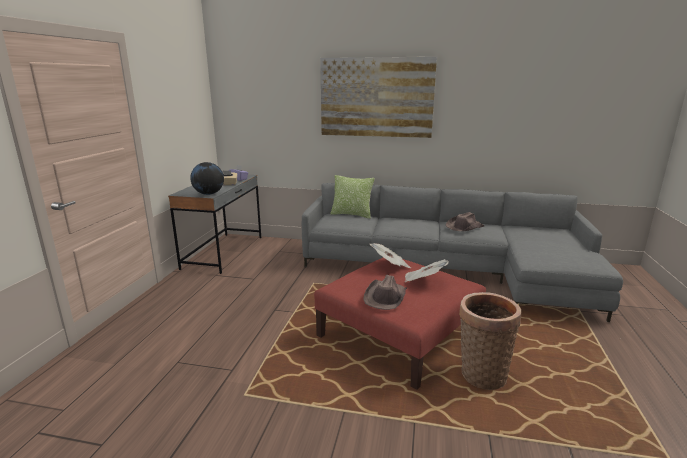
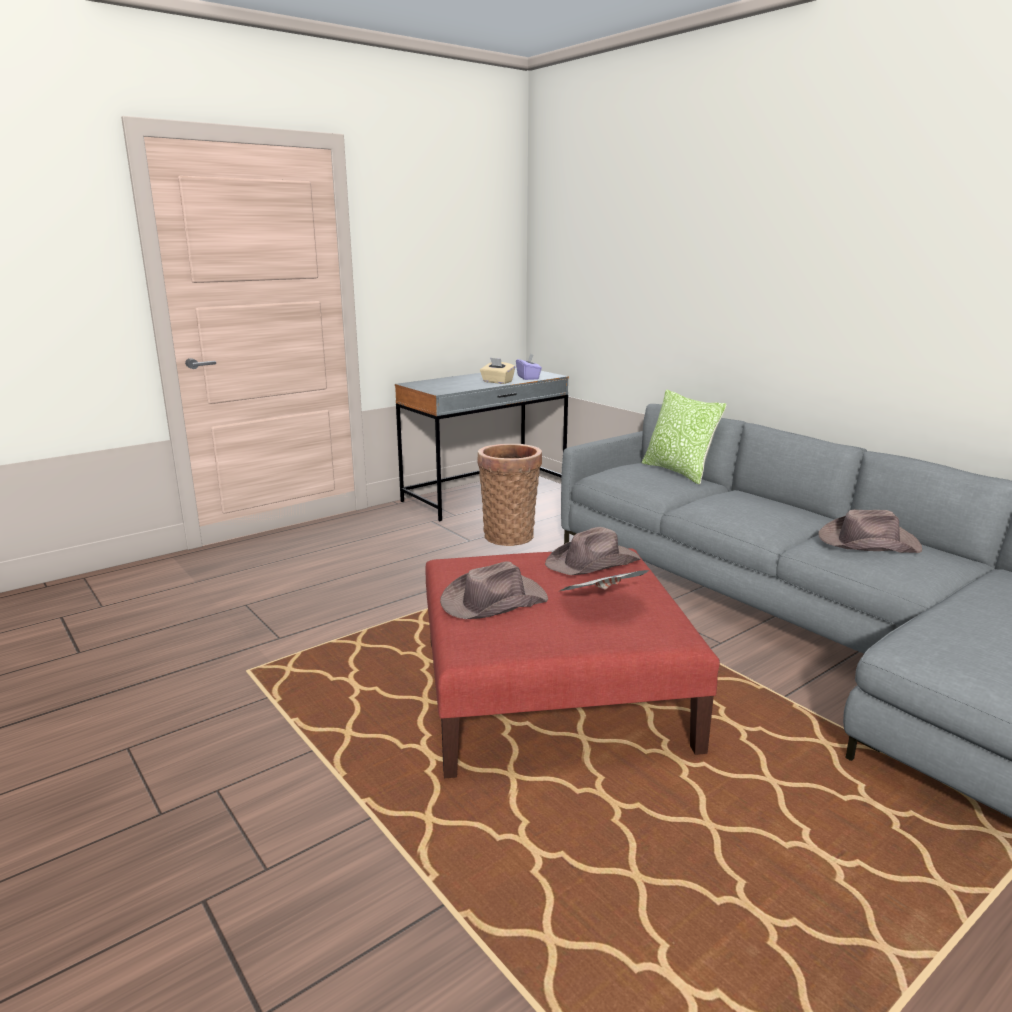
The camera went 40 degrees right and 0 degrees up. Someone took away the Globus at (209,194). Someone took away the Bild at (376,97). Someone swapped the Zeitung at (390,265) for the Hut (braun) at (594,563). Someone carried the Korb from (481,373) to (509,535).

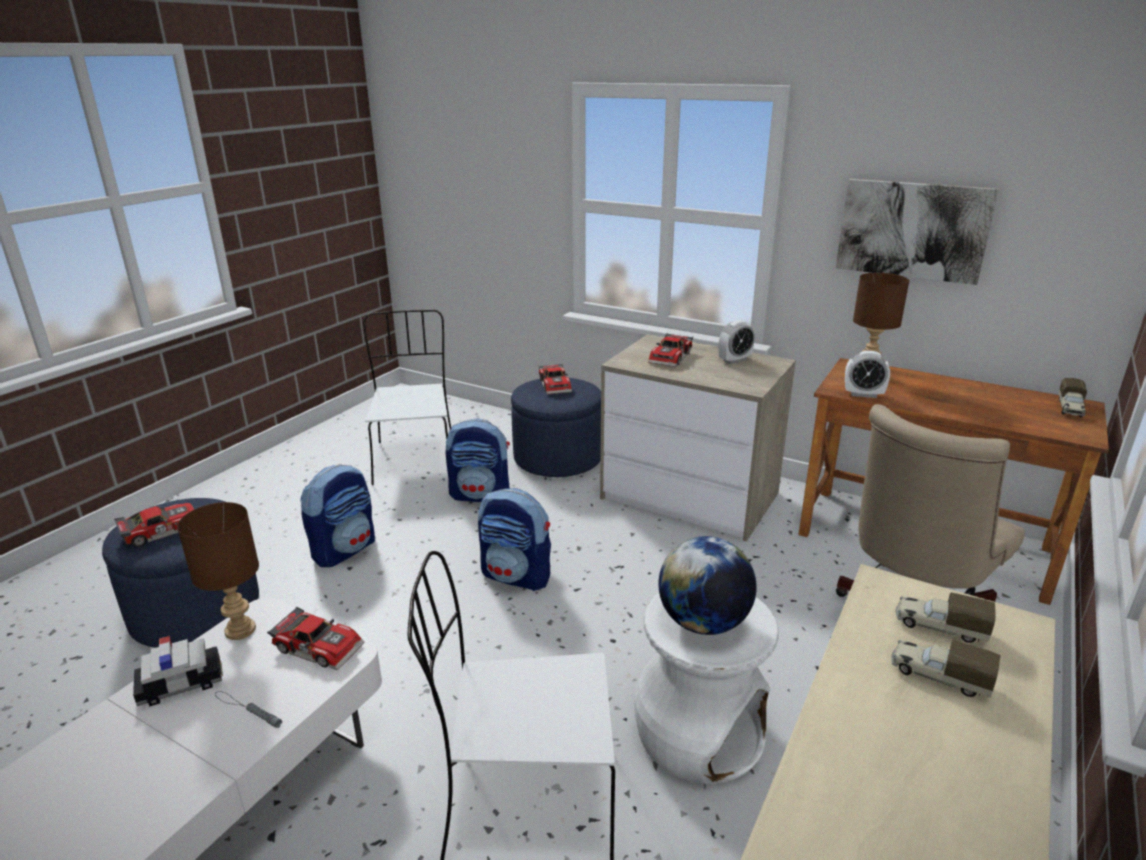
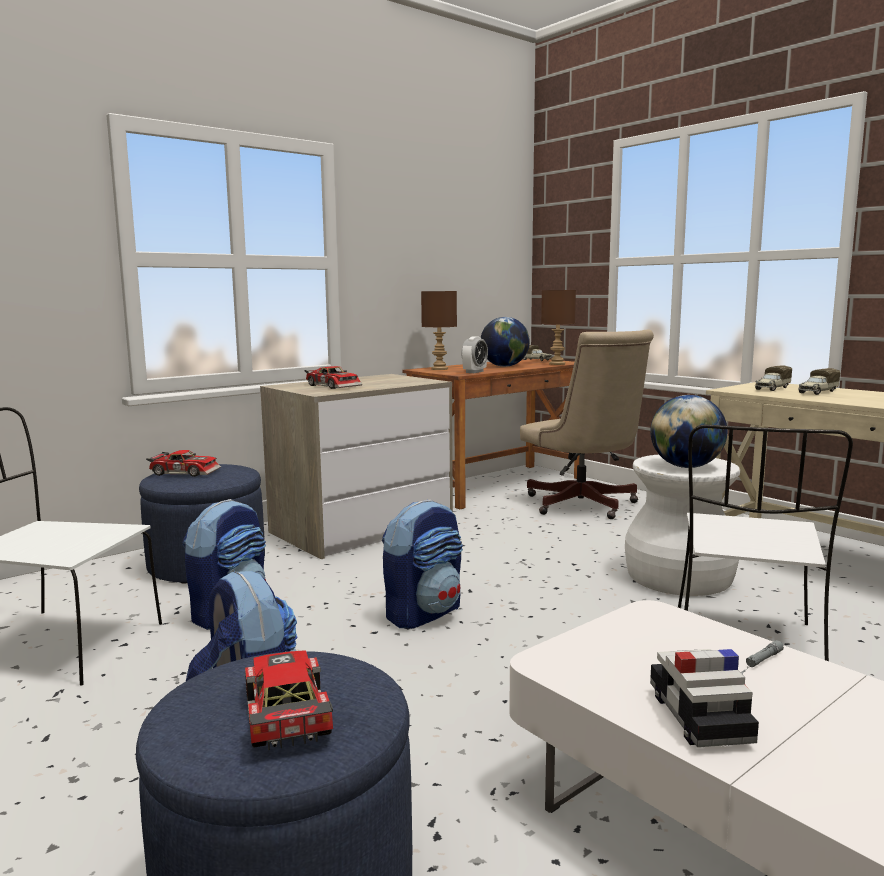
The camera went 70 degrees left and 15 degrees down. Someone carried the Tischlampe (braun) from (239,631) to (557,364). Someone took away the Spielzeugauto at (320,645). Someone took away the Wecker at (734,360). Someone took away the Bild at (912,230). Someone put down the Globus at (504,366).

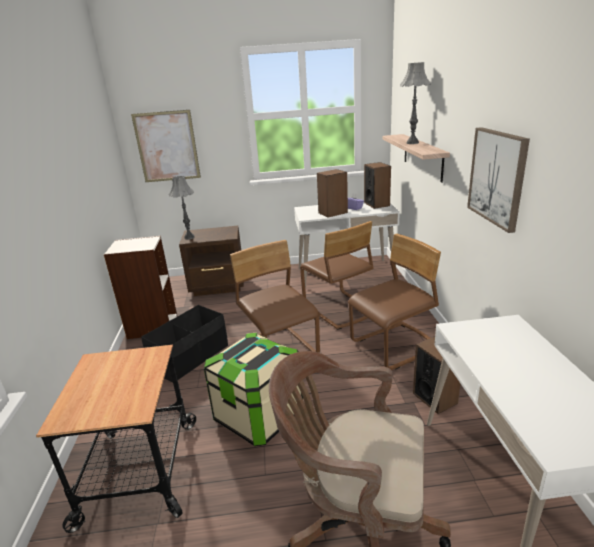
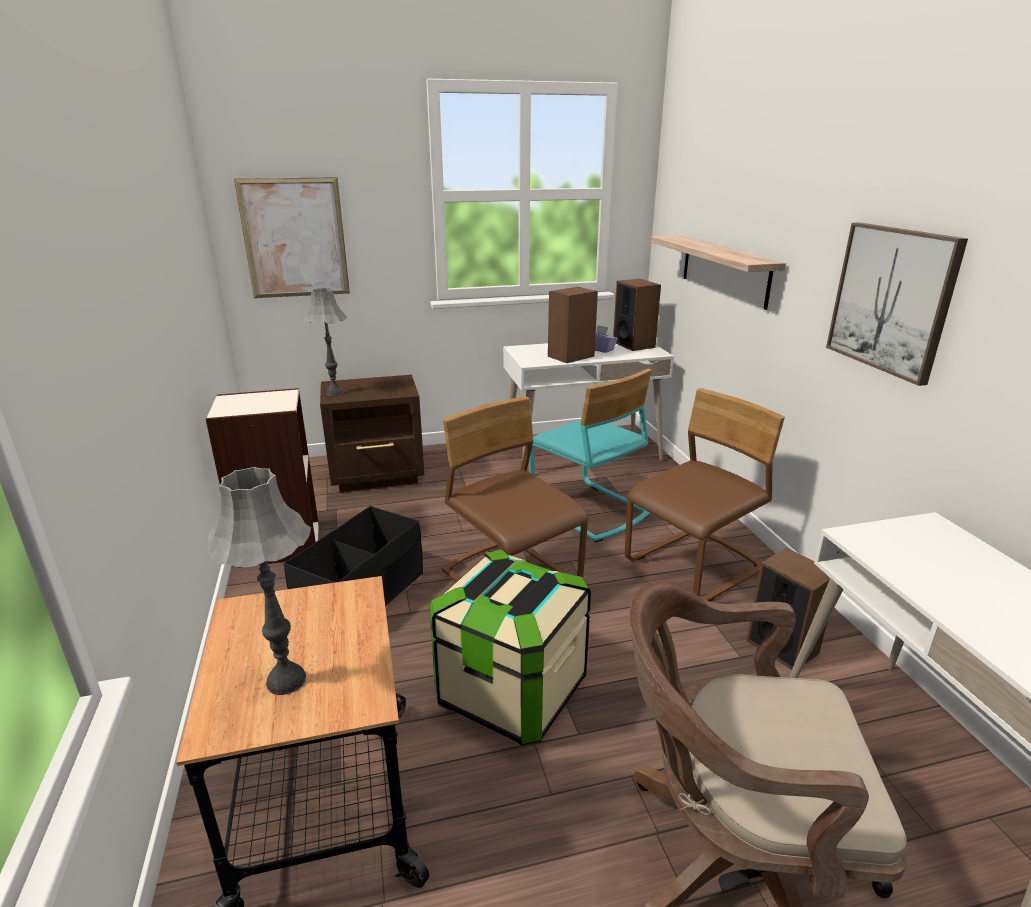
The camera went 10 degrees left and 0 degrees up. Someone repainted the Stuhl (braun) at (339,309), which became the Stuhl (türkis) at (588,510). Someone carried the Tischlampe (grau) from (412,143) to (286,681).

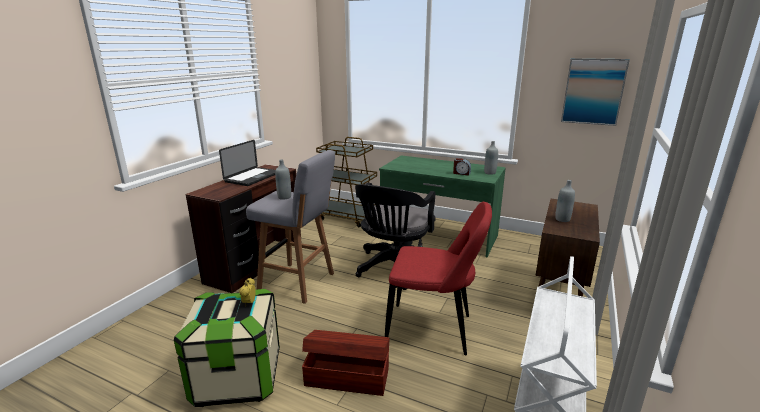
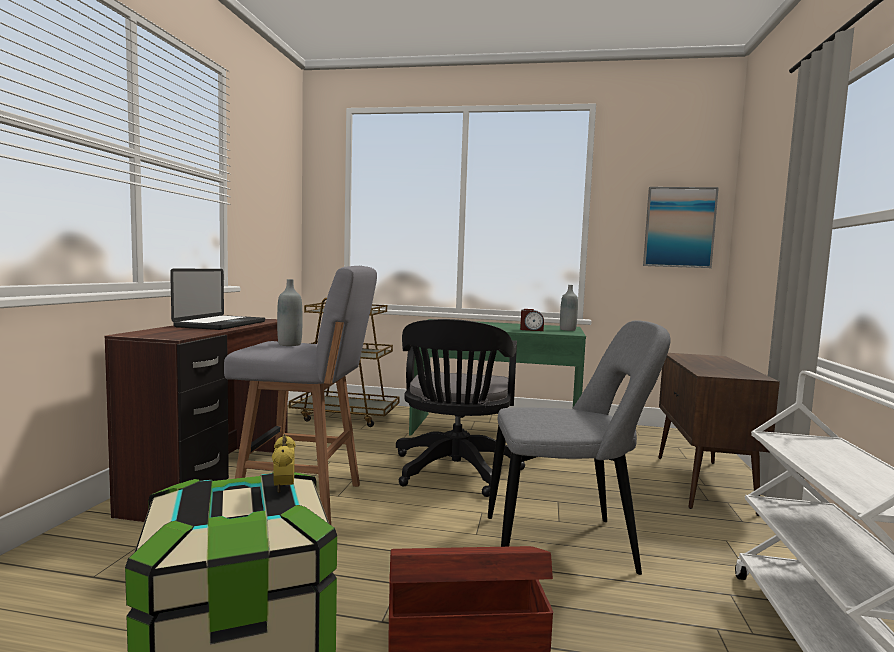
The camera went 15 degrees left and 15 degrees down. Someone repainted the Stuhl (rot) at (433,329), which became the Stuhl (grau) at (566,545). Someone took away the Flasche (grau) at (562,219).

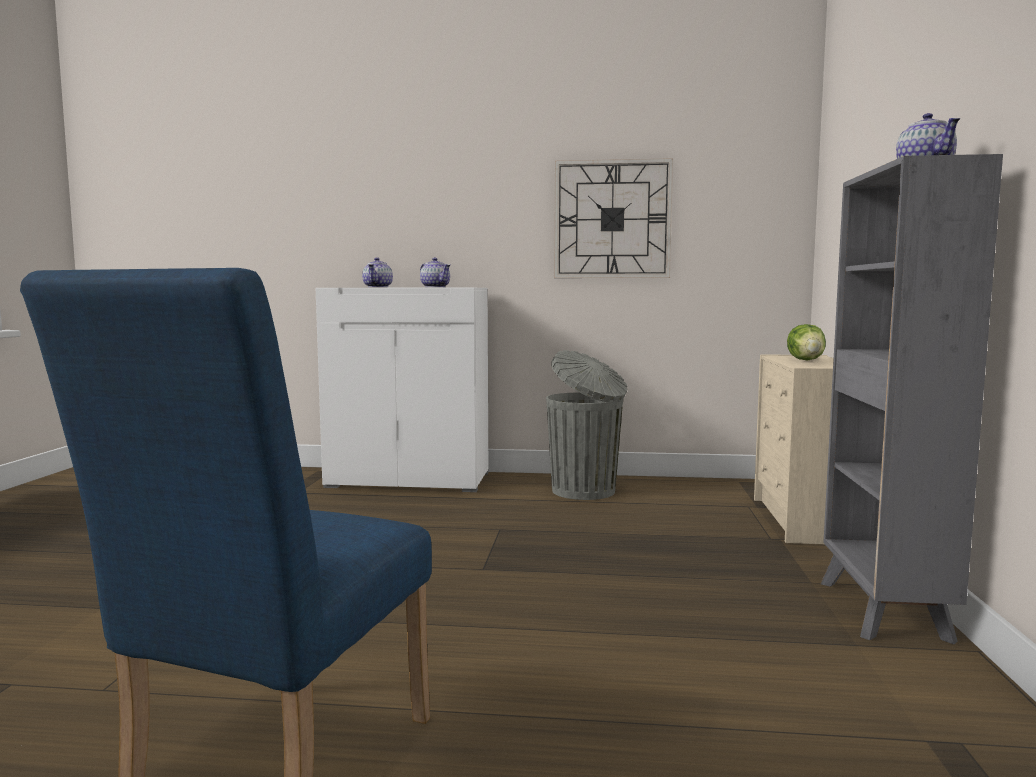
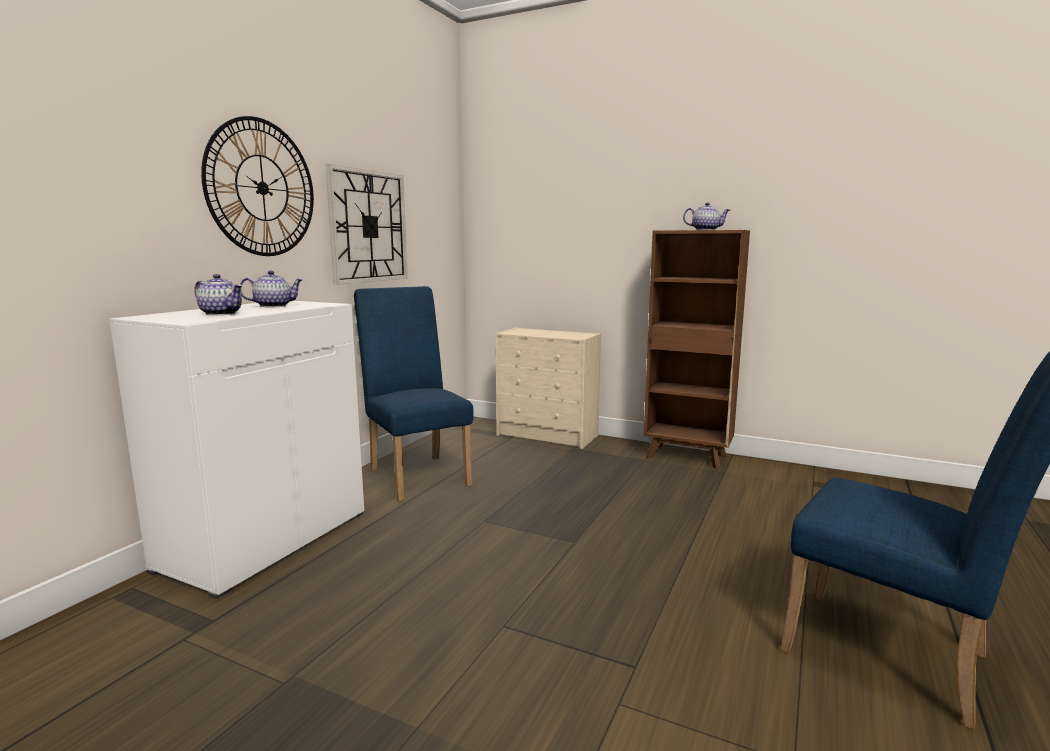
The camera went 70 degrees left and 5 degrees up. Someone swapped the Mülleimer (grau) at (585,491) for the Stuhl (blau) at (417,474). Someone took away the Salatkopf at (807,360). Someone repainted the Bücherregal (grau) at (883,612), which became the Bücherregal (braun) at (688,457). Someone put up the Wanduhr at (262,188).

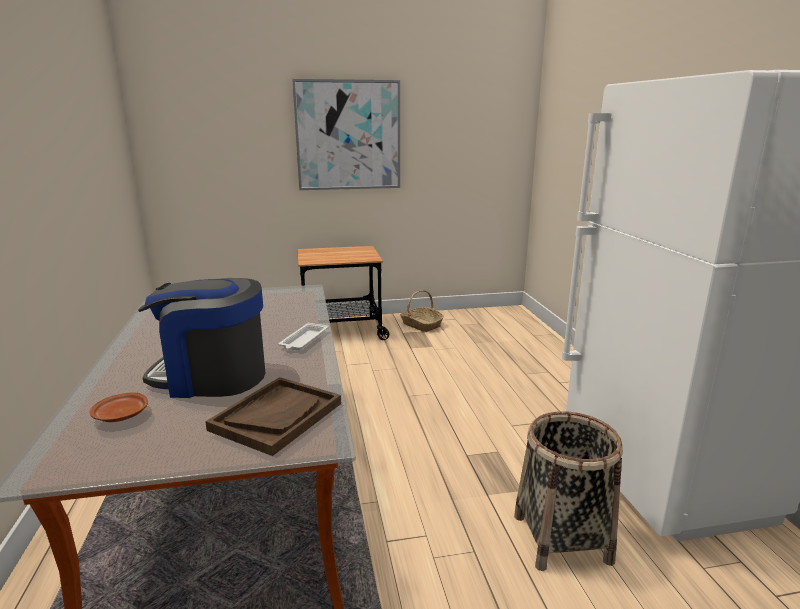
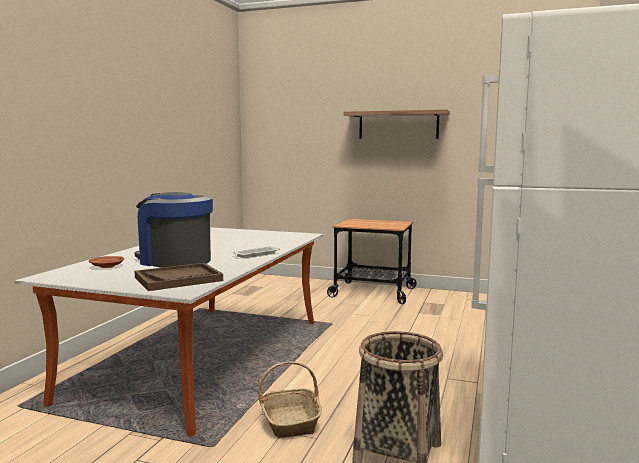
The camera went 30 degrees right and 10 degrees down. Someone swapped the Bild at (348,135) for the Wandregal at (398,125). Someone carried the Korb from (421,325) to (290,421).

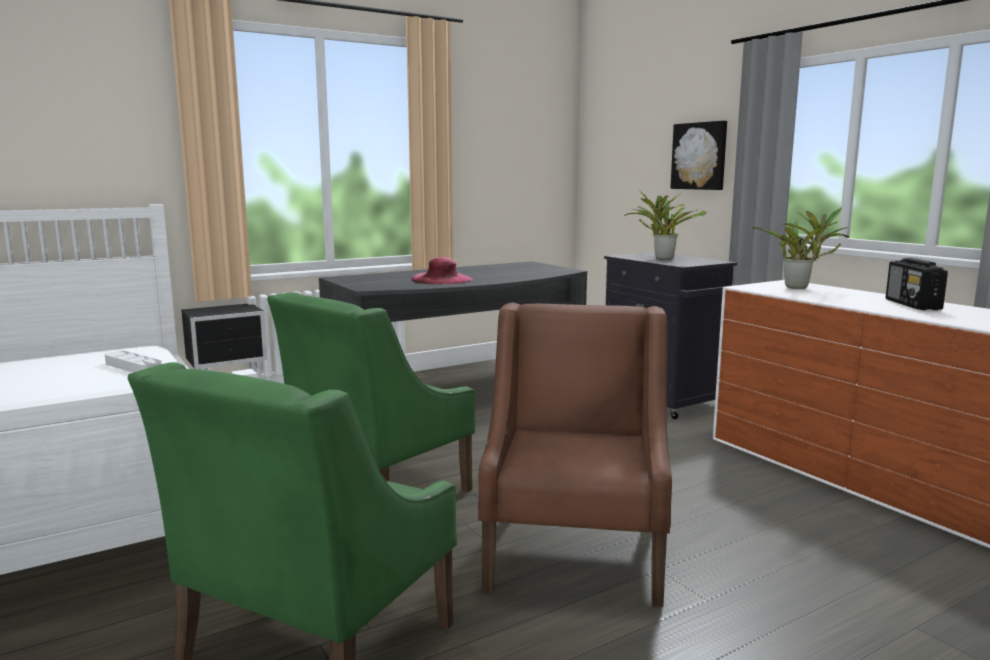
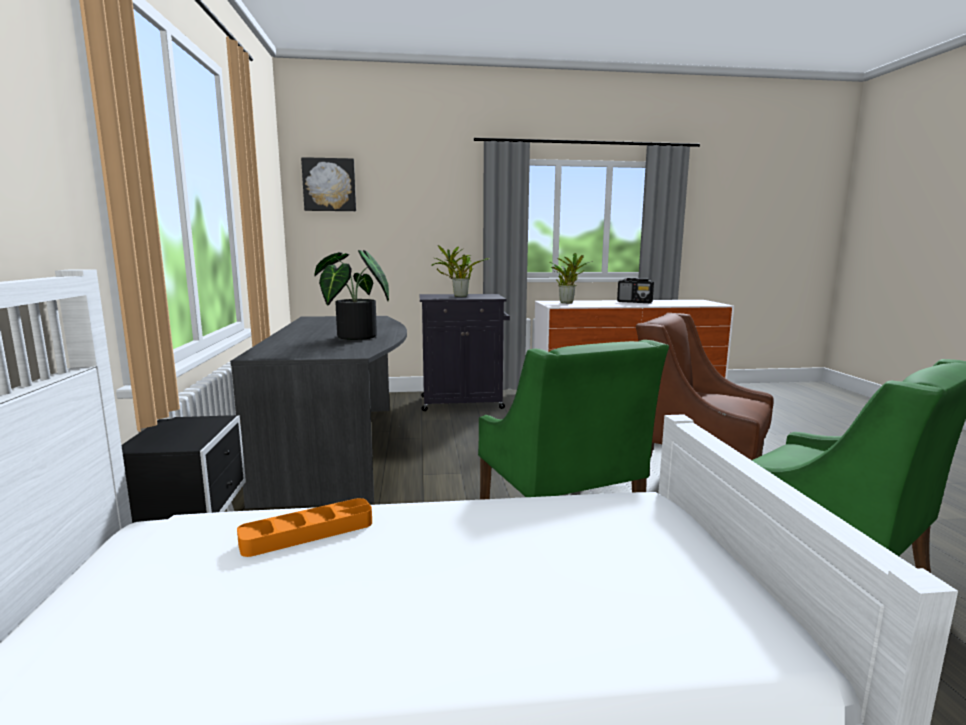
The camera went 65 degrees left and 0 degrees up. Someone repainted the Tablett (grau) at (133,367), which became the Tablett (orange) at (308,533). Someone swapped the Hut (rosa) at (441,279) for the Topfpflanze at (352,337). Someone carried the Bild from (700,156) to (329,185).

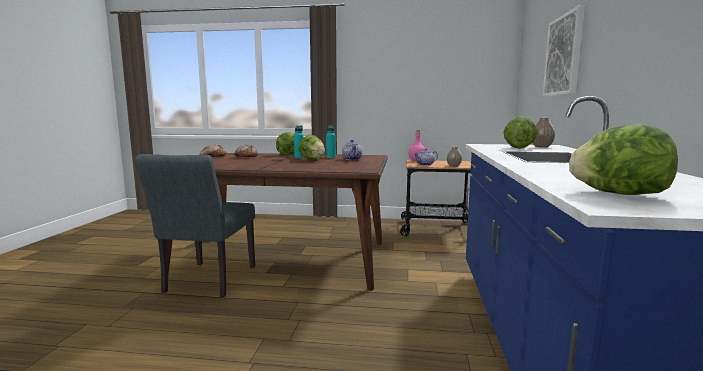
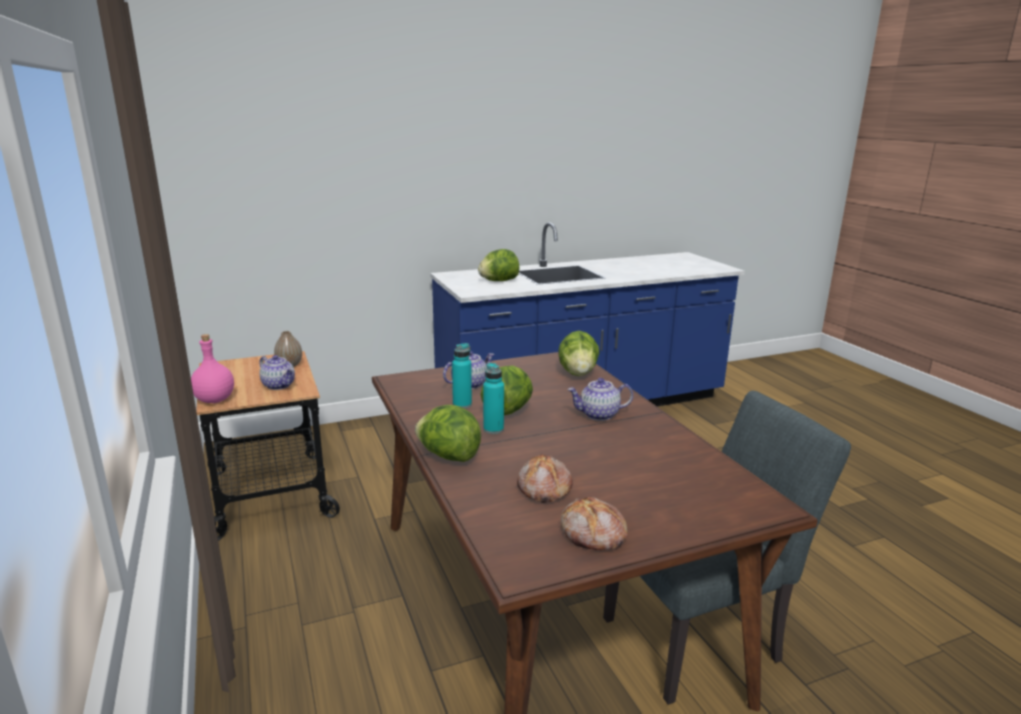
The camera went 120 degrees left and 10 degrees up. Someone took away the Vase at (541,147). Someone took away the Bild at (564,55). Someone carried the Salatkopf from (618,194) to (578,373). Someone put down the Teekanne at (599,415).

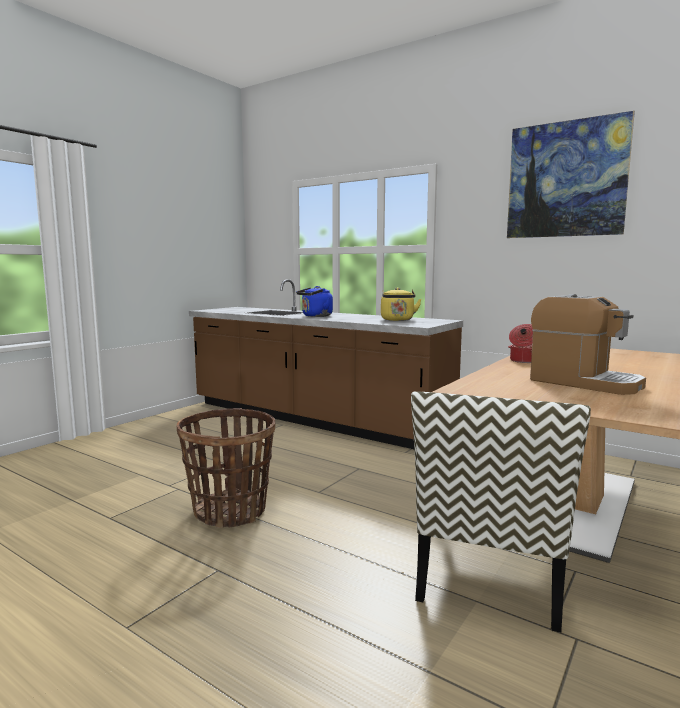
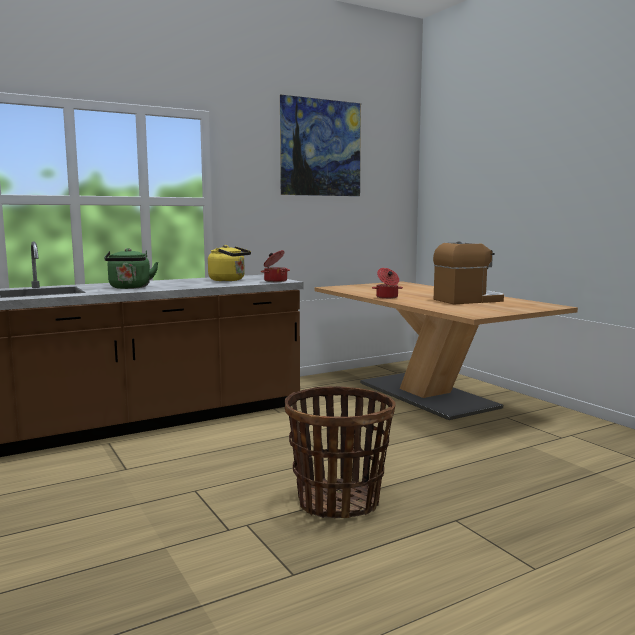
The camera went 65 degrees left and 0 degrees up. Someone repainted the Wasserkessel (blau) at (315,316), which became the Wasserkessel (grün) at (130,288). Someone took away the Stuhl at (490,575). Someone put down the Kochtopf at (275,281).

